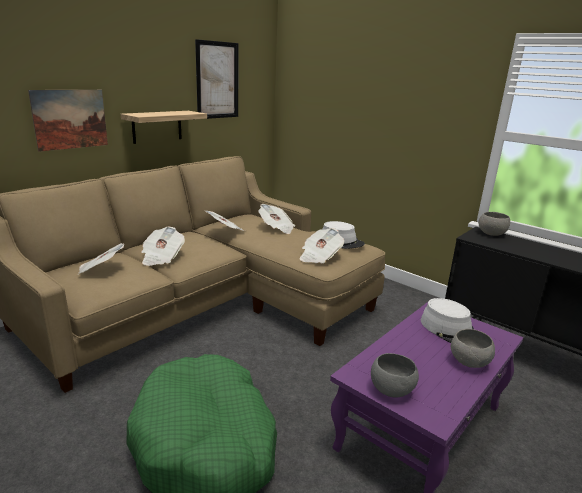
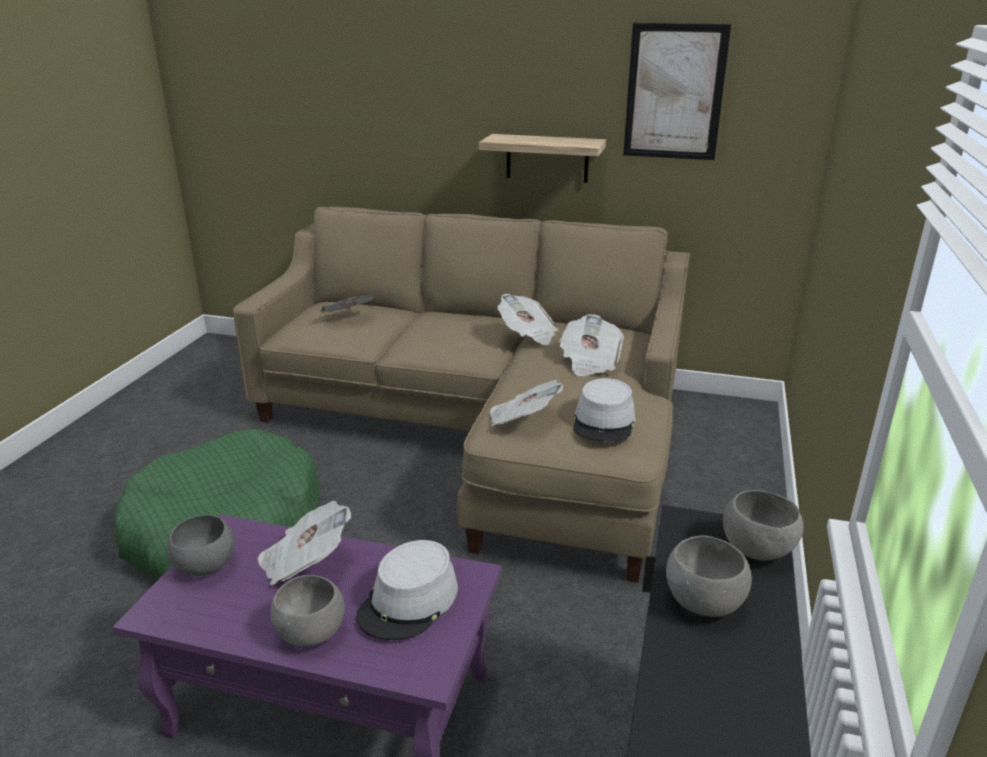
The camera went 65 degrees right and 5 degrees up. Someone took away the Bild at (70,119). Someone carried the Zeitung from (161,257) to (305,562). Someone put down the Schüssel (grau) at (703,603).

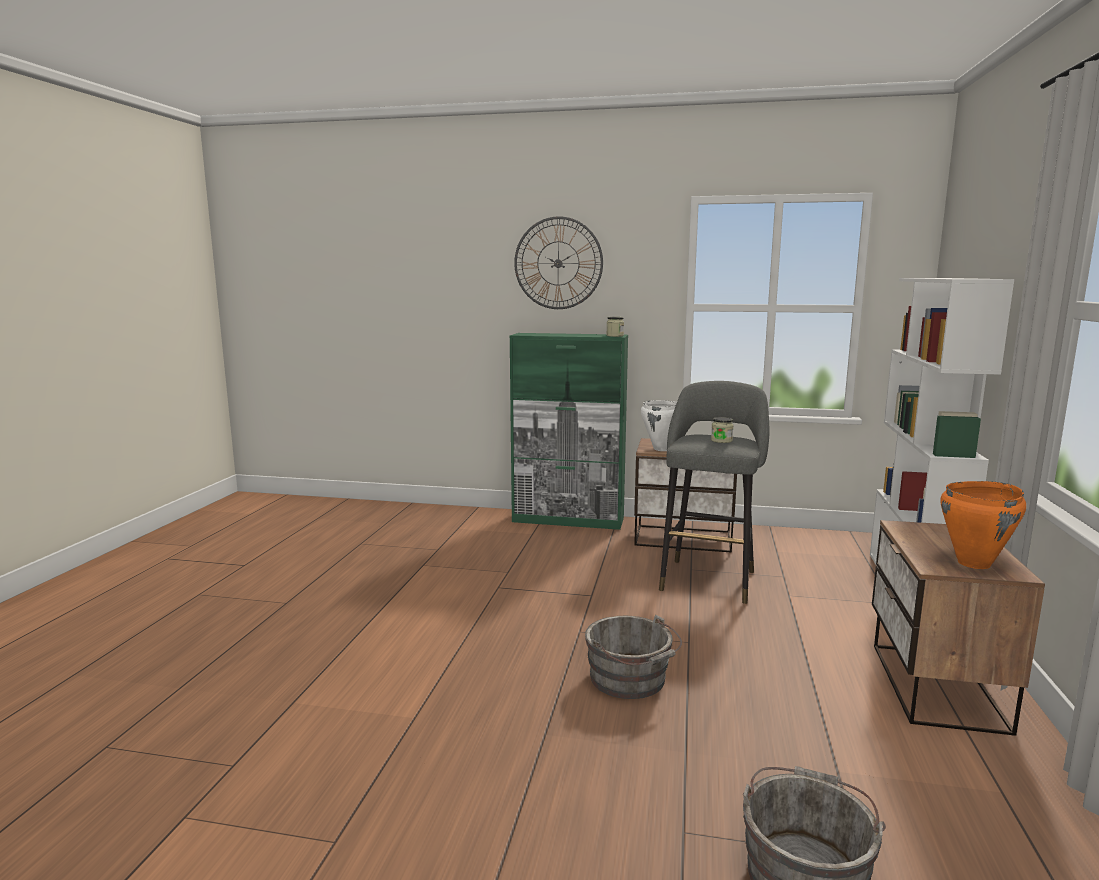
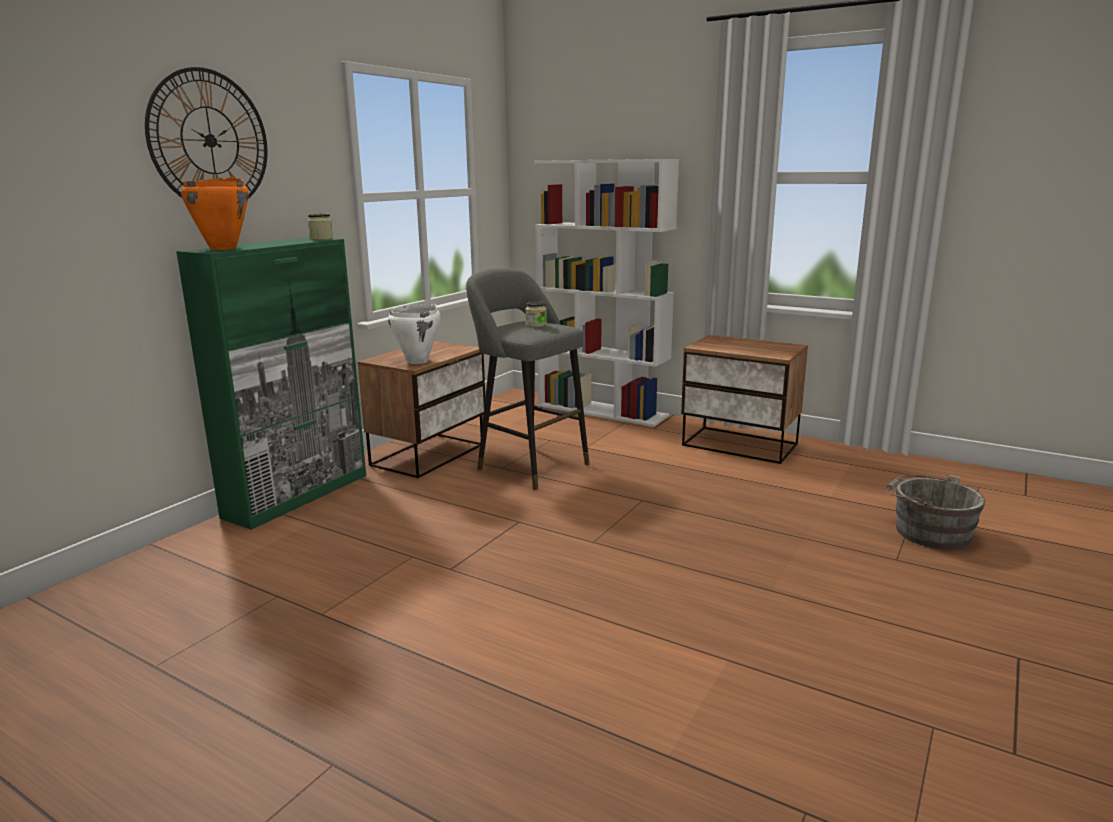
The camera went 70 degrees left and 5 degrees up. Someone took away the Eimer (grau) at (631,680). Someone carried the Kochtopf (orange) from (974,563) to (224,248).

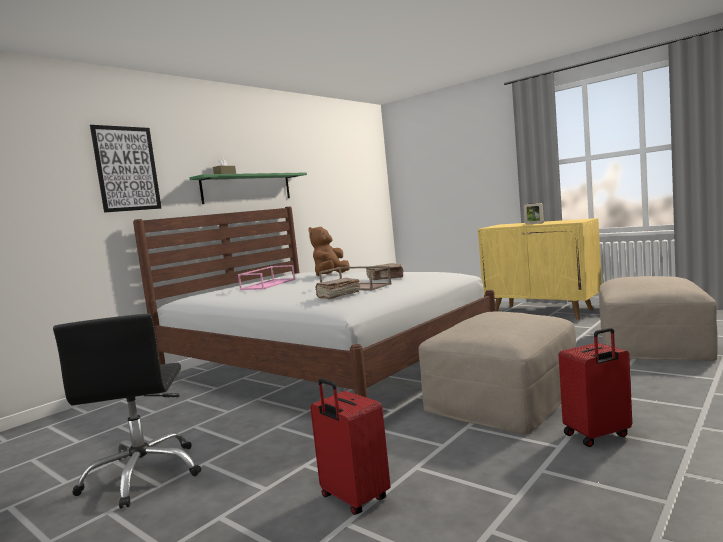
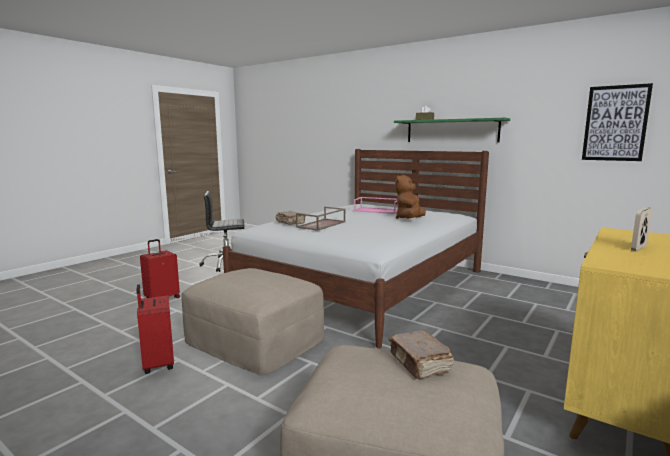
The camera went 85 degrees right and 5 degrees up. Someone carried the Bild from (126,169) to (615,123). Someone rotated the Plüschtier (braun) at (330,275) by 90 degrees counterclockwise. Someone carried the Buch (braun) from (385,278) to (419,364).

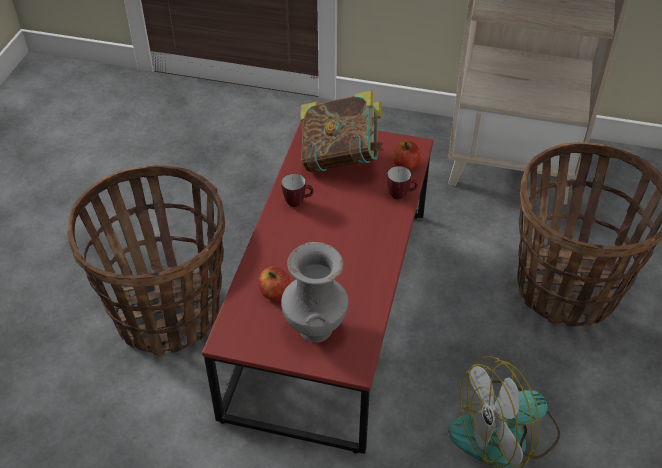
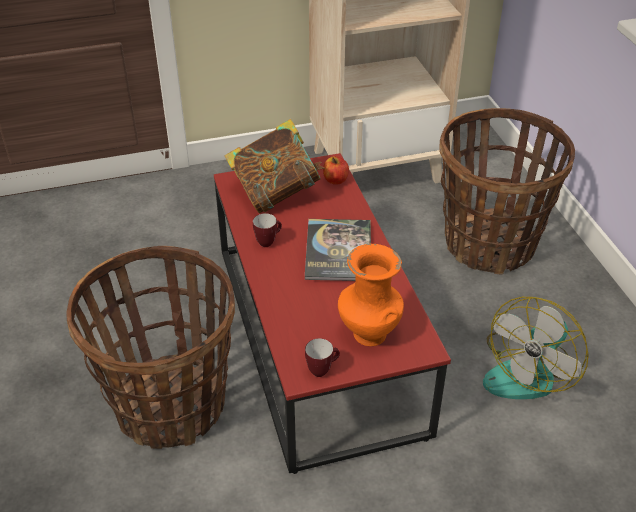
The camera went 30 degrees left and 5 degrees down. Someone took away the Apfel at (275,293). Someone repainted the Vase (grau) at (315,328), which became the Vase (orange) at (368,333). Someone carried the Henkelbecher from (401,195) to (322,370). Someone put down the Buch at (338,251).

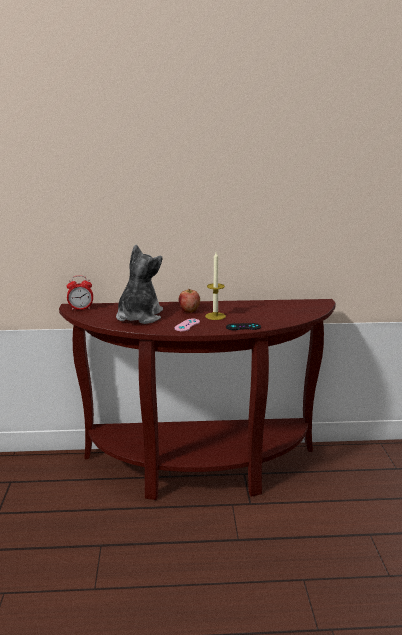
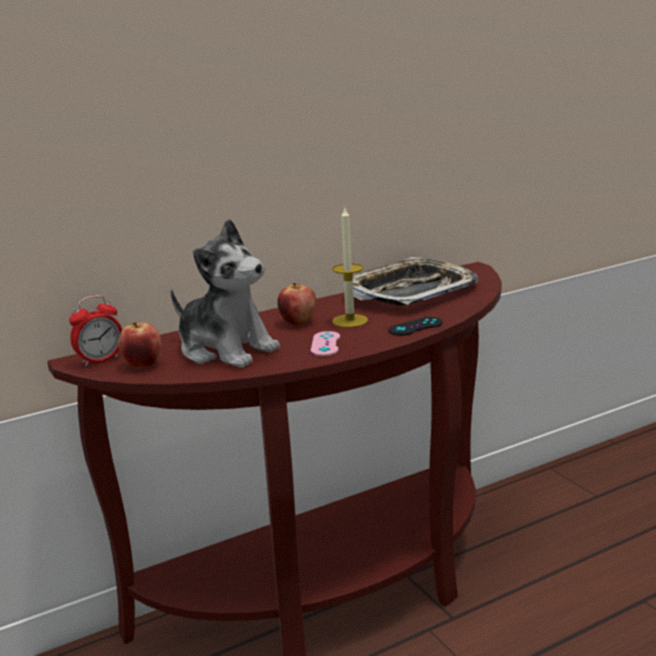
The camera went 25 degrees left and 0 degrees up. Someone rotated the Plüschtier at (139,317) by 135 degrees clockwise. Someone put down the Apfel at (143,365). Someone put down the Tablett at (410,291).

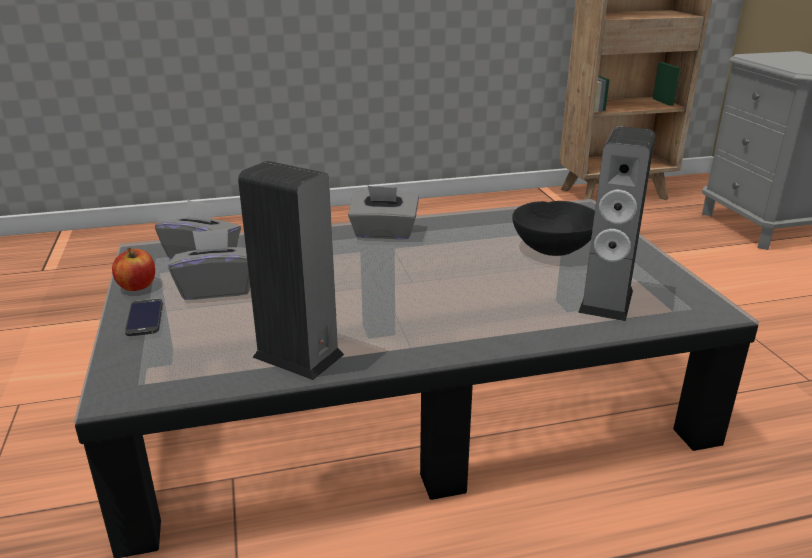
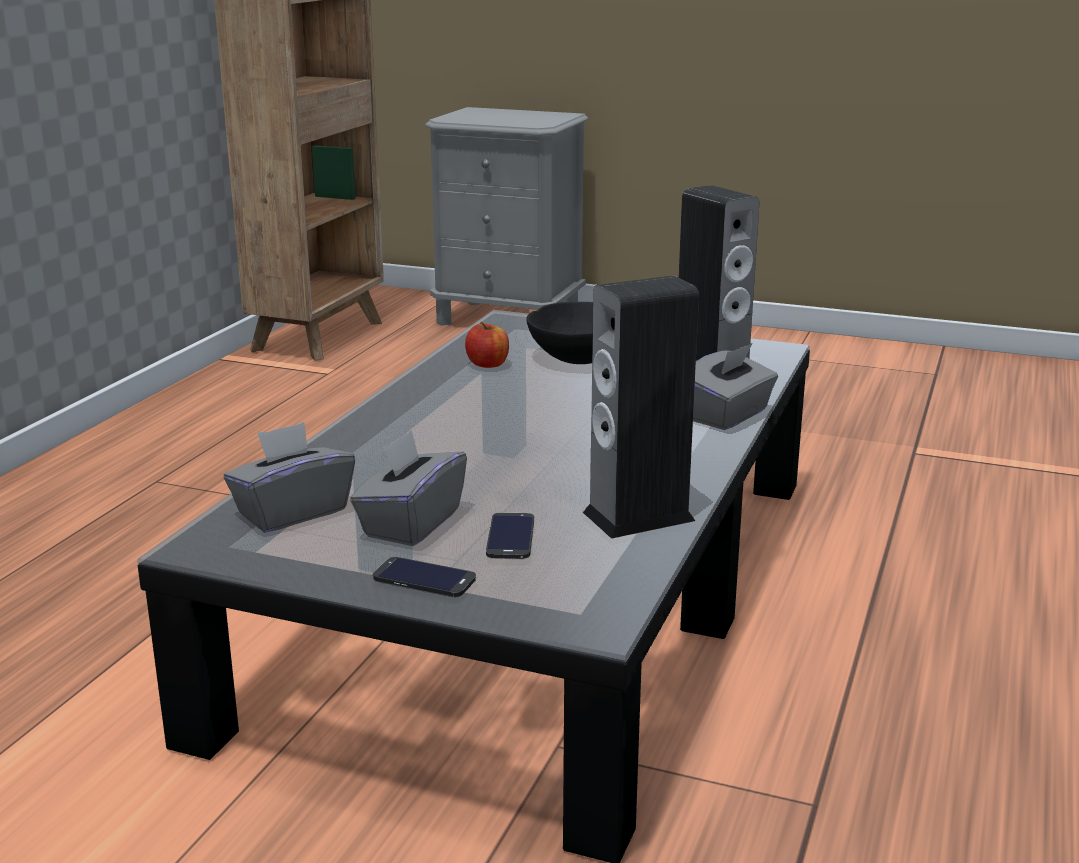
The camera went 55 degrees left and 5 degrees down. Someone carried the Apfel from (137,286) to (487,364). Someone carried the Taschentuchbox (grau) from (384,233) to (727,416). Someone put down the Handy at (510,536).

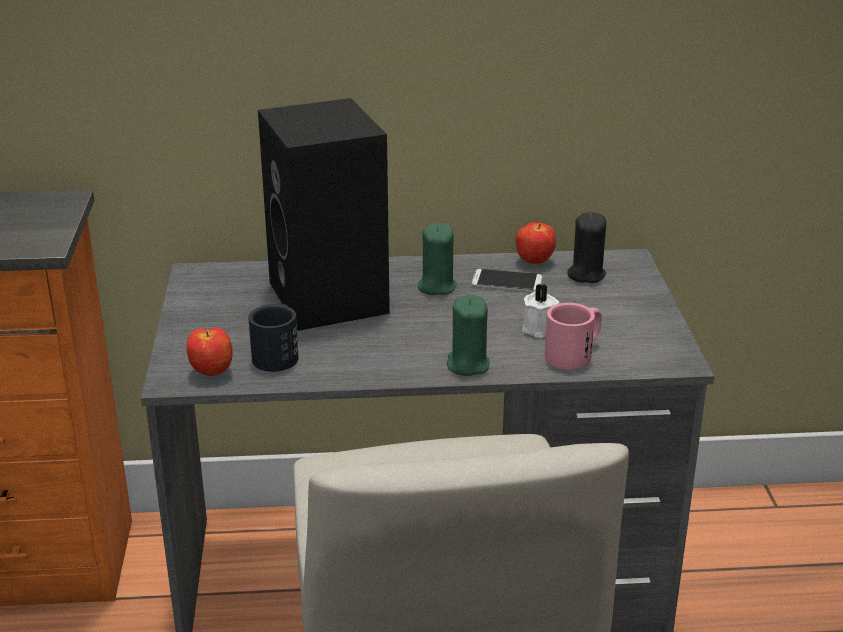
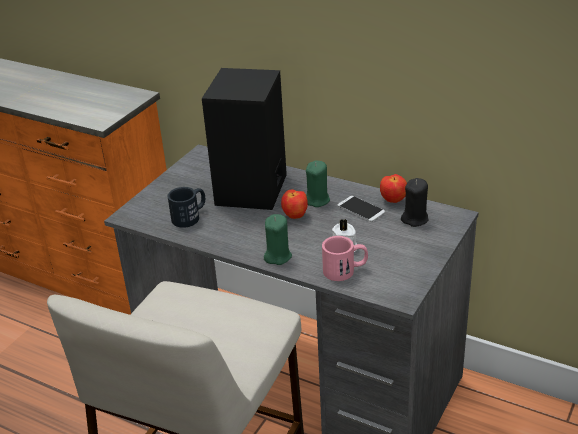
The camera went 35 degrees right and 5 degrees up. Someone carried the Apfel from (212,372) to (295,216).

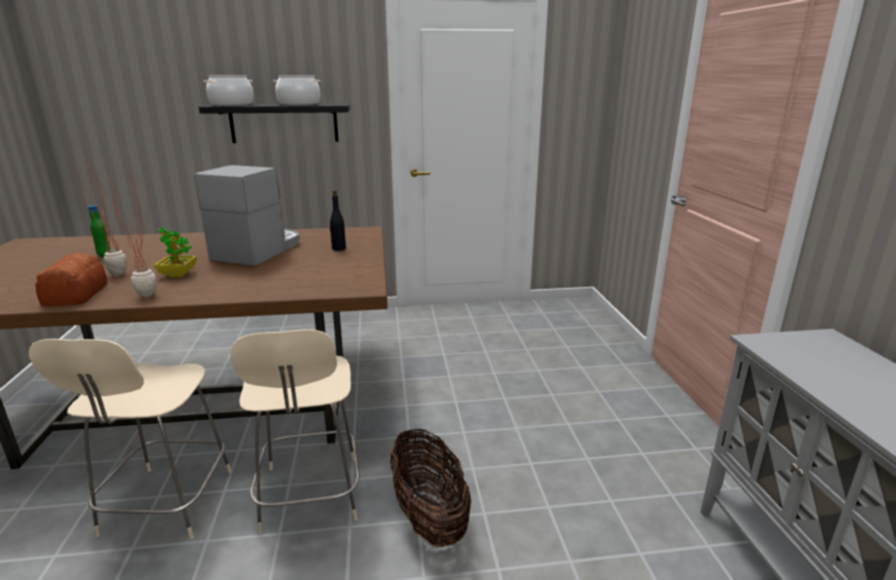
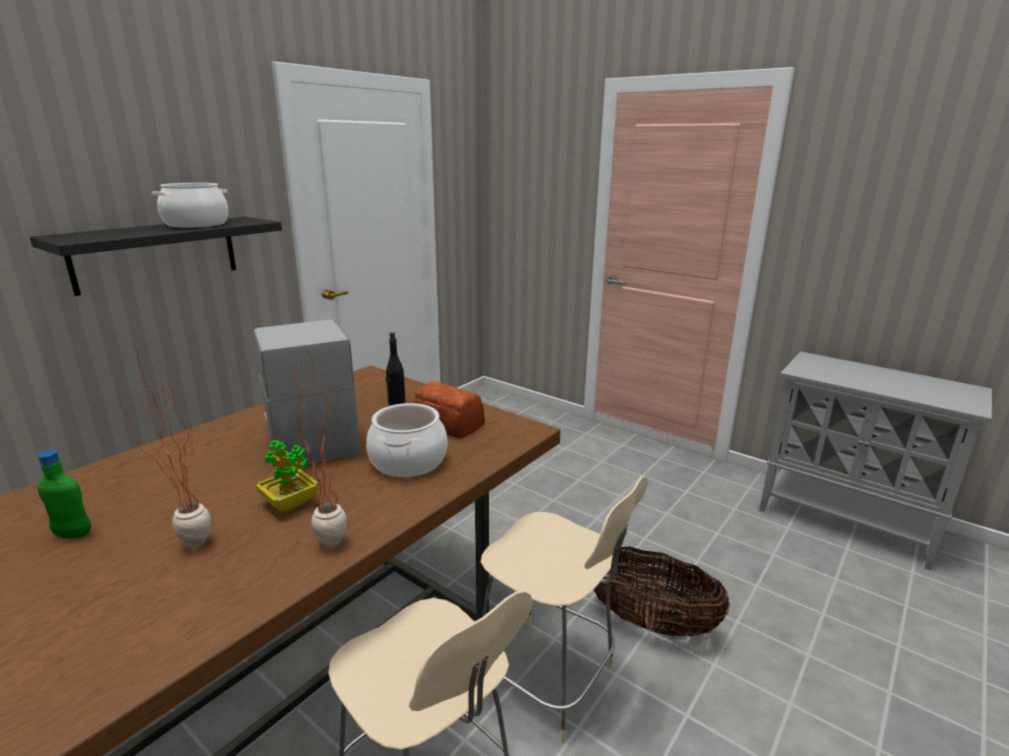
The camera went 45 degrees left and 0 degrees up. Someone carried the Brot from (74,295) to (449,424). Someone carried the Kochtopf from (231,104) to (408,461).

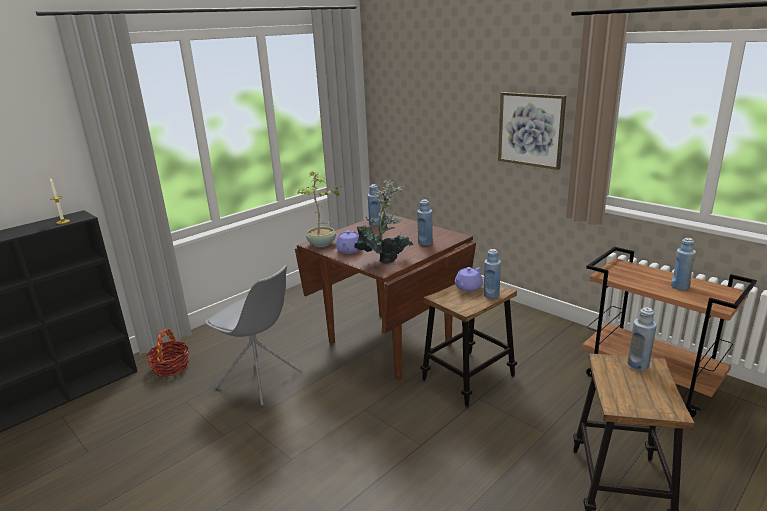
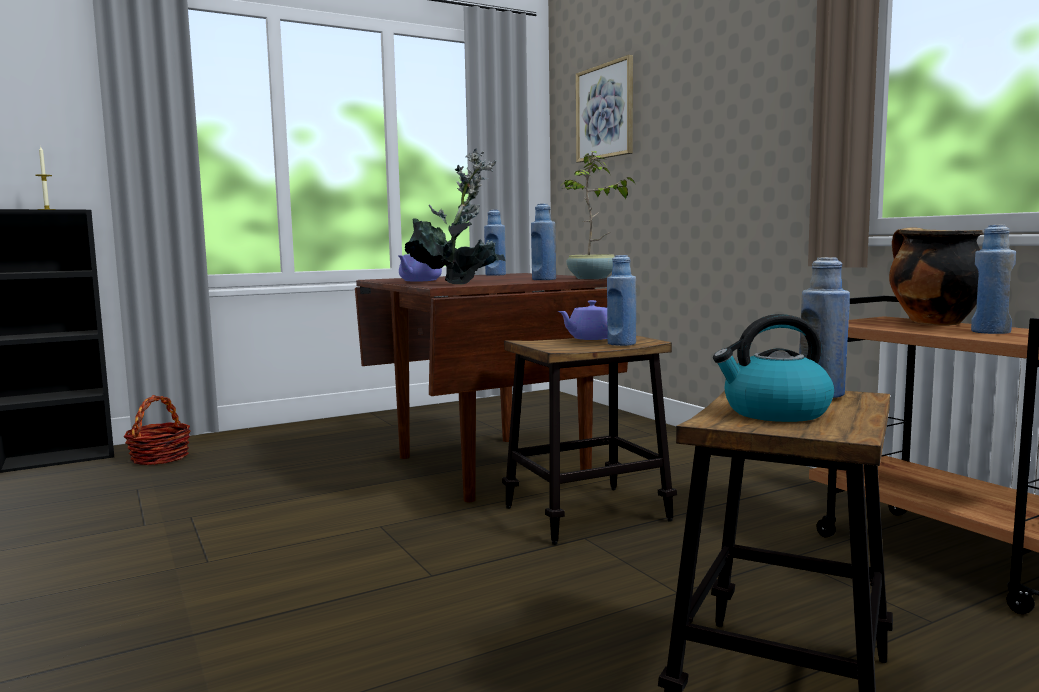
The camera went 15 degrees right and 15 degrees down. Someone took away the Stuhl (grau) at (260,381). Someone carried the Topfpflanze from (322,244) to (592,278). Someone carried the Bild from (531,129) to (605,112). Someone put down the Wasserkessel at (775,412). Someone put down the Kochtopf at (932,322).

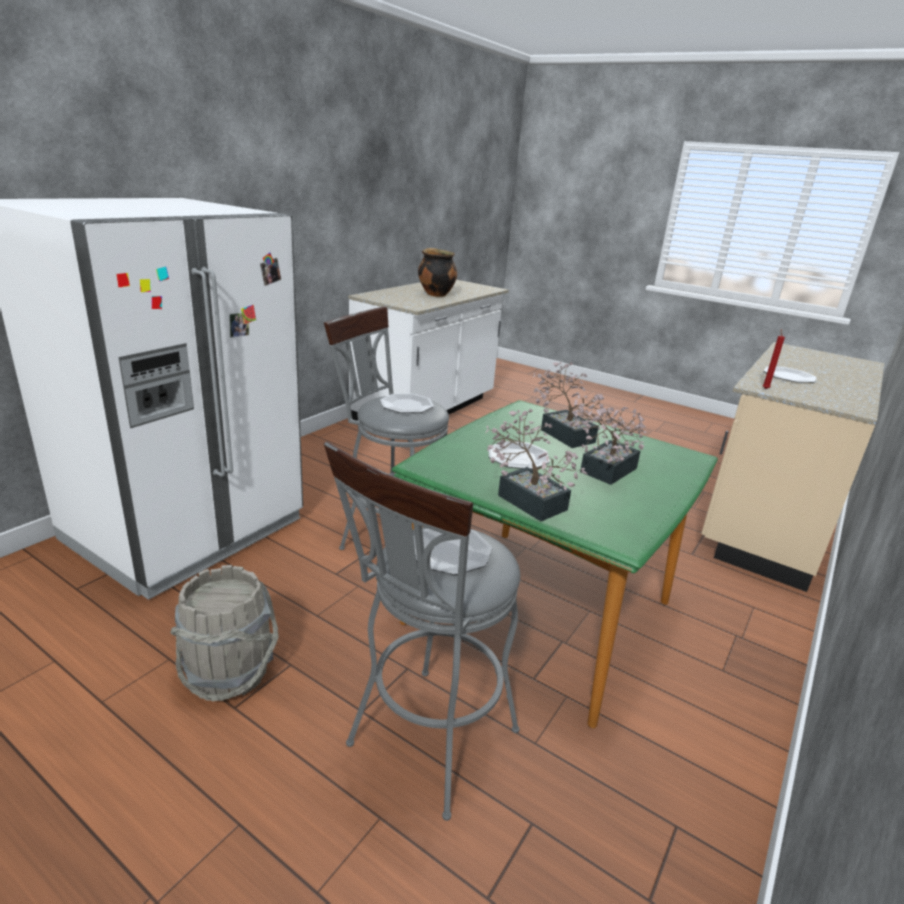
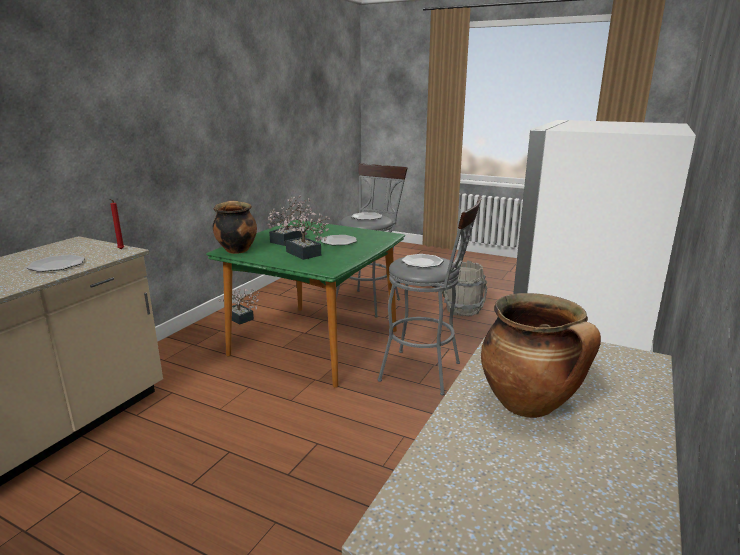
The camera went 175 degrees right and 5 degrees down. Someone carried the Topfpflanze from (527,498) to (241,319). Someone put down the Kochtopf at (236,250).

